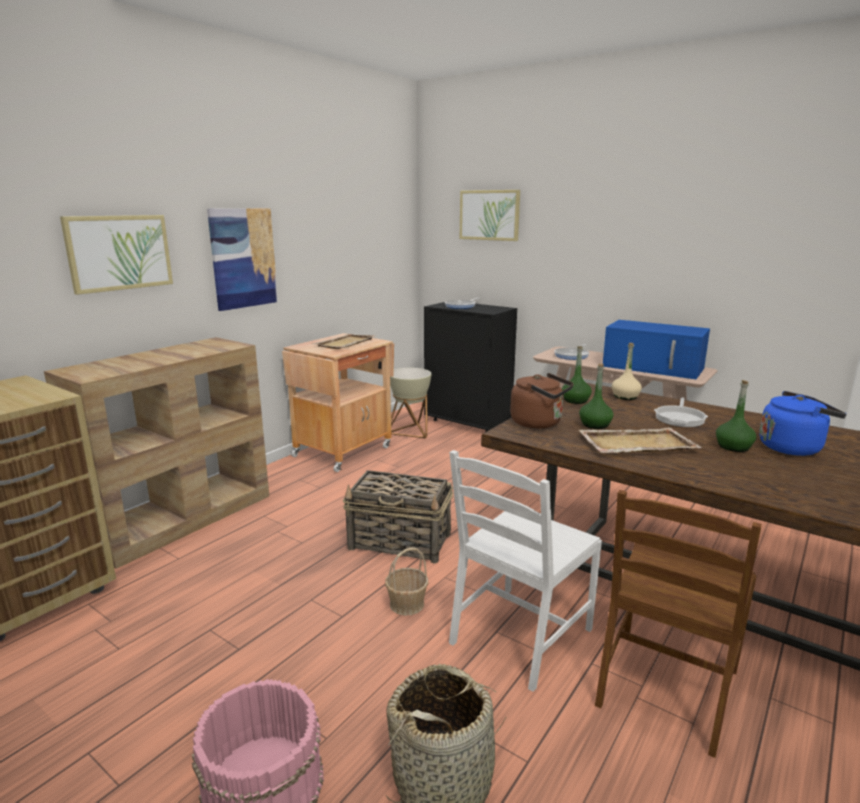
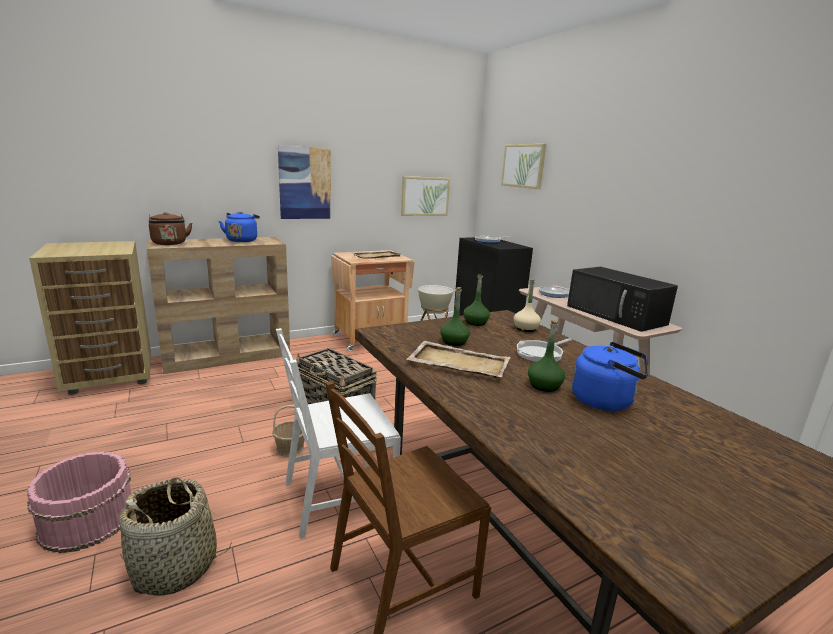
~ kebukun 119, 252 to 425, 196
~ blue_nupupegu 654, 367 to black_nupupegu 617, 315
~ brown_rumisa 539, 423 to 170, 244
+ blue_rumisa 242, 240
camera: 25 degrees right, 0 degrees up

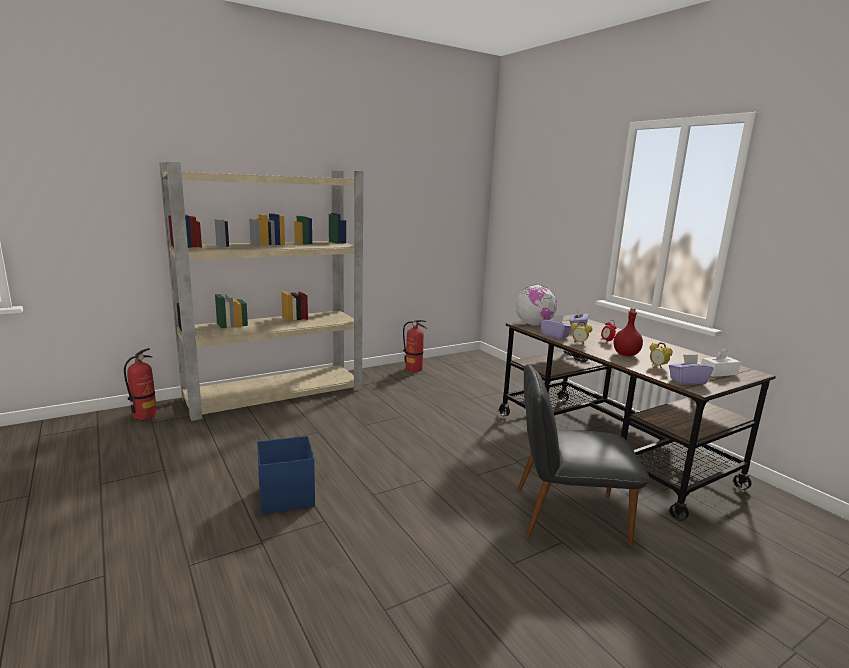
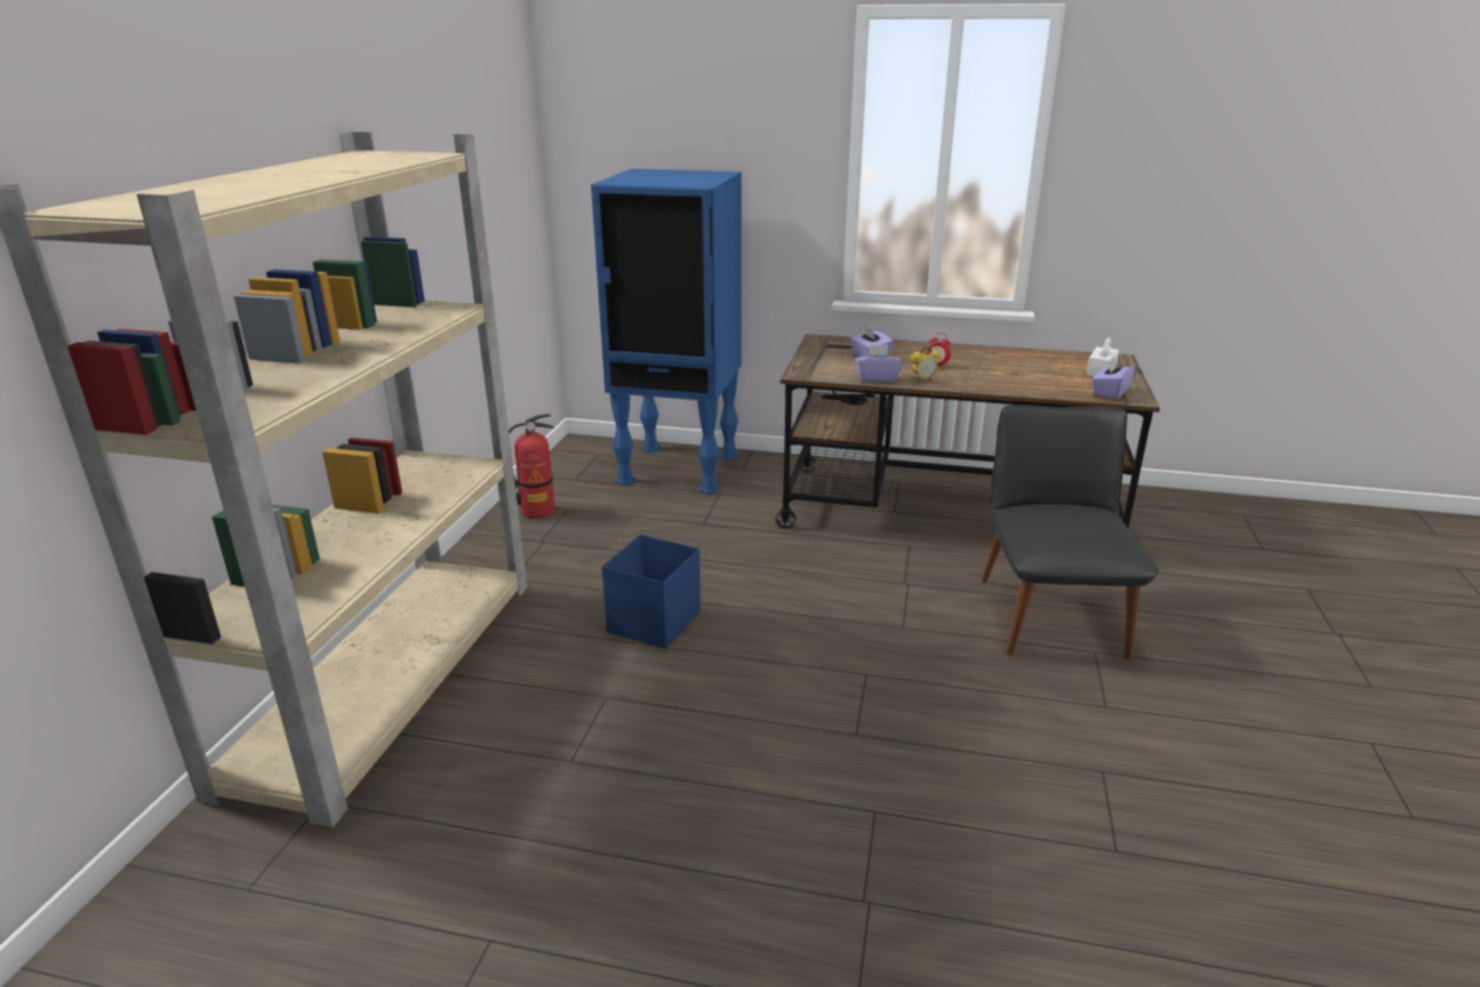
- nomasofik 534, 325
- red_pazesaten 625, 354
- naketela 658, 366
- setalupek 144, 416
~ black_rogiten 570, 514 = 1051, 616 135 degrees clockwise
~ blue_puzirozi 285, 497 to 653, 623
+ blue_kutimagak 679, 469
camera: 45 degrees left, 10 degrees up

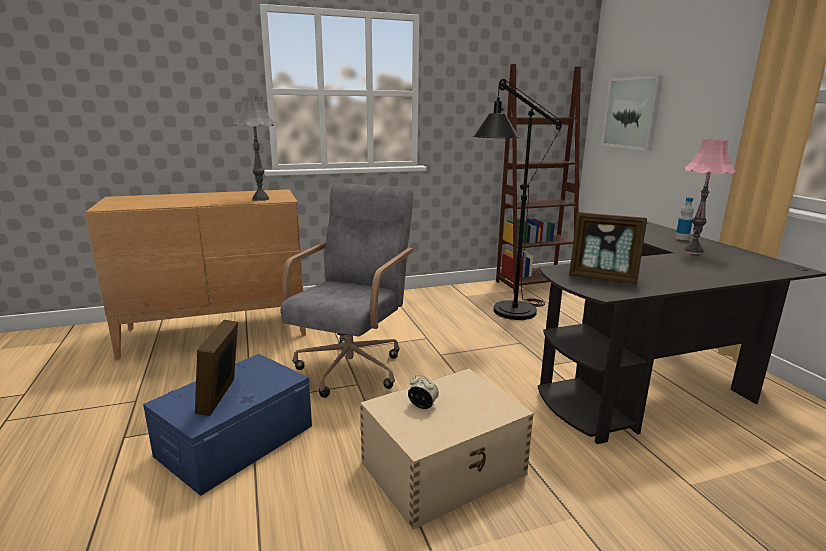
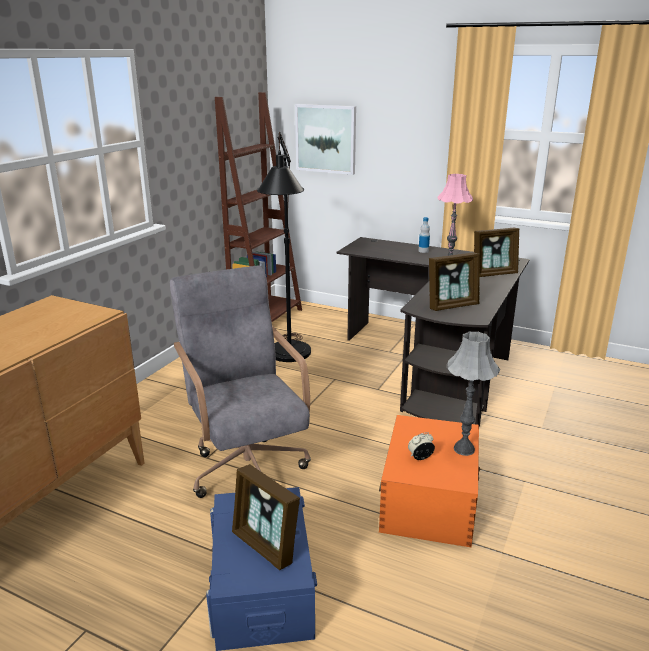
~ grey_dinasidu 260, 199 to 463, 449
~ beige_puzirozi 445, 468 to orange_puzirozi 430, 499
+ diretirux 494, 274
camera: 45 degrees left, 5 degrees up

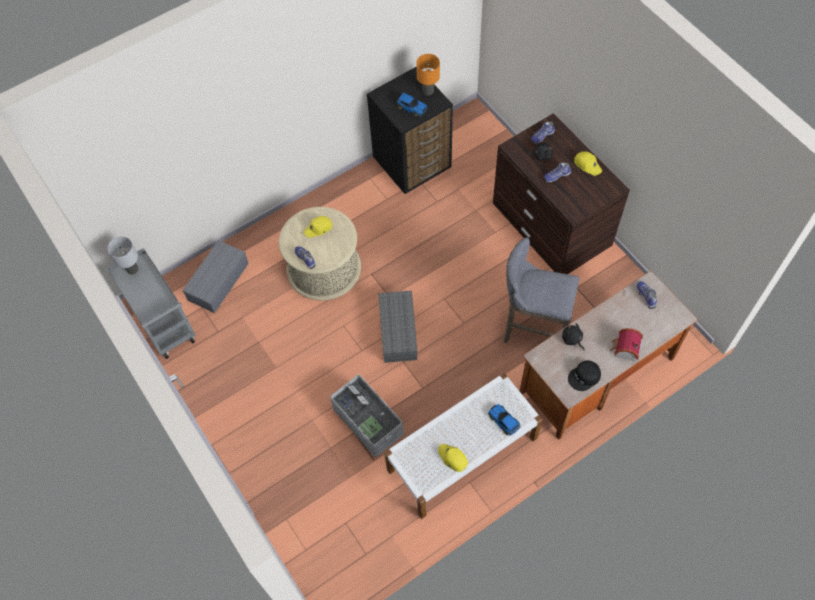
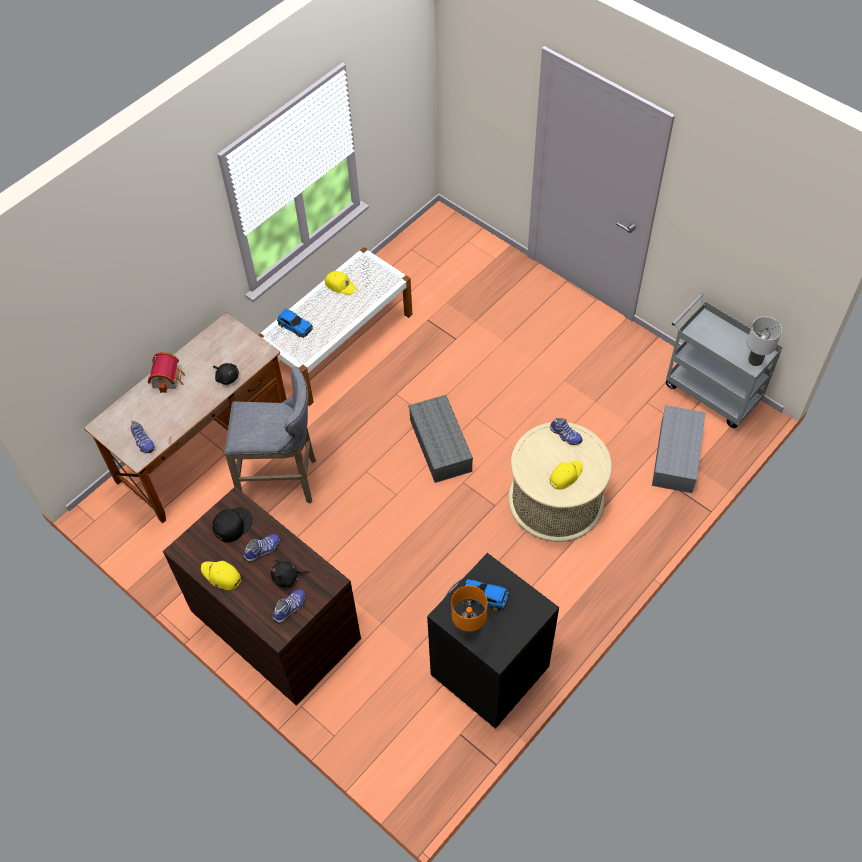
~ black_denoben 584, 377 to 232, 525
- grey_puzirozi 367, 421
camera: 165 degrees right, 5 degrees down

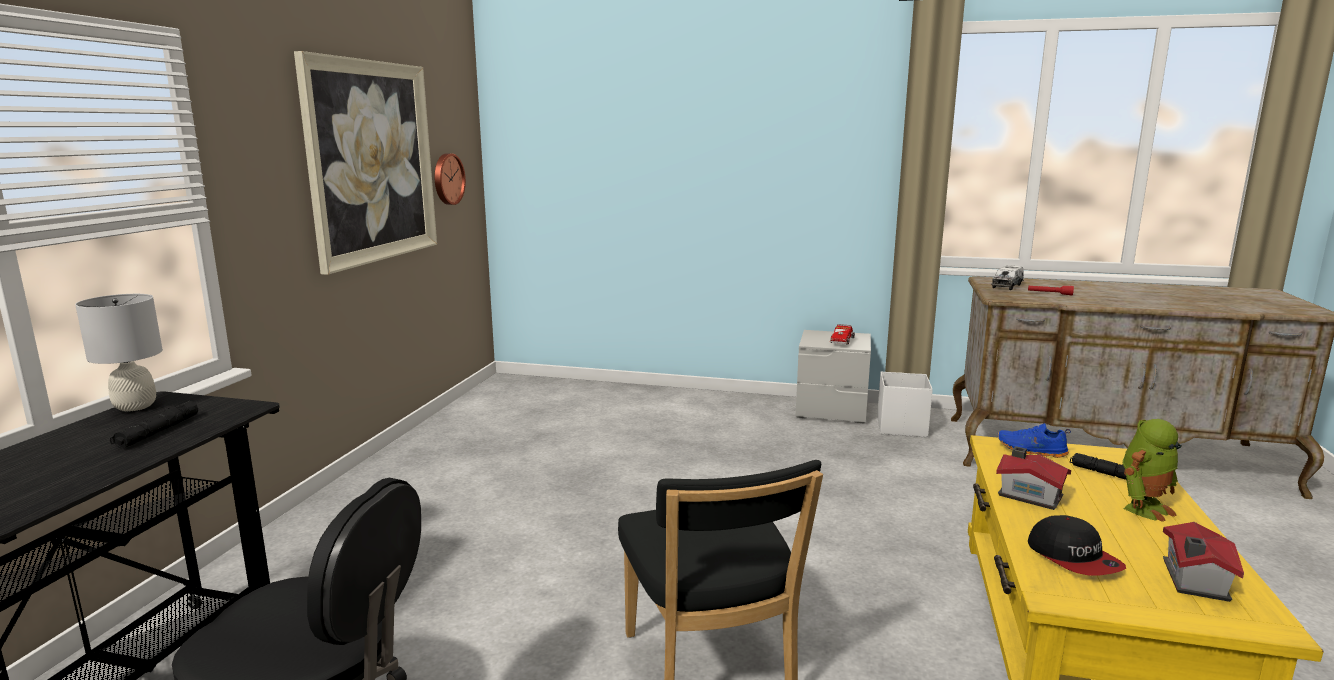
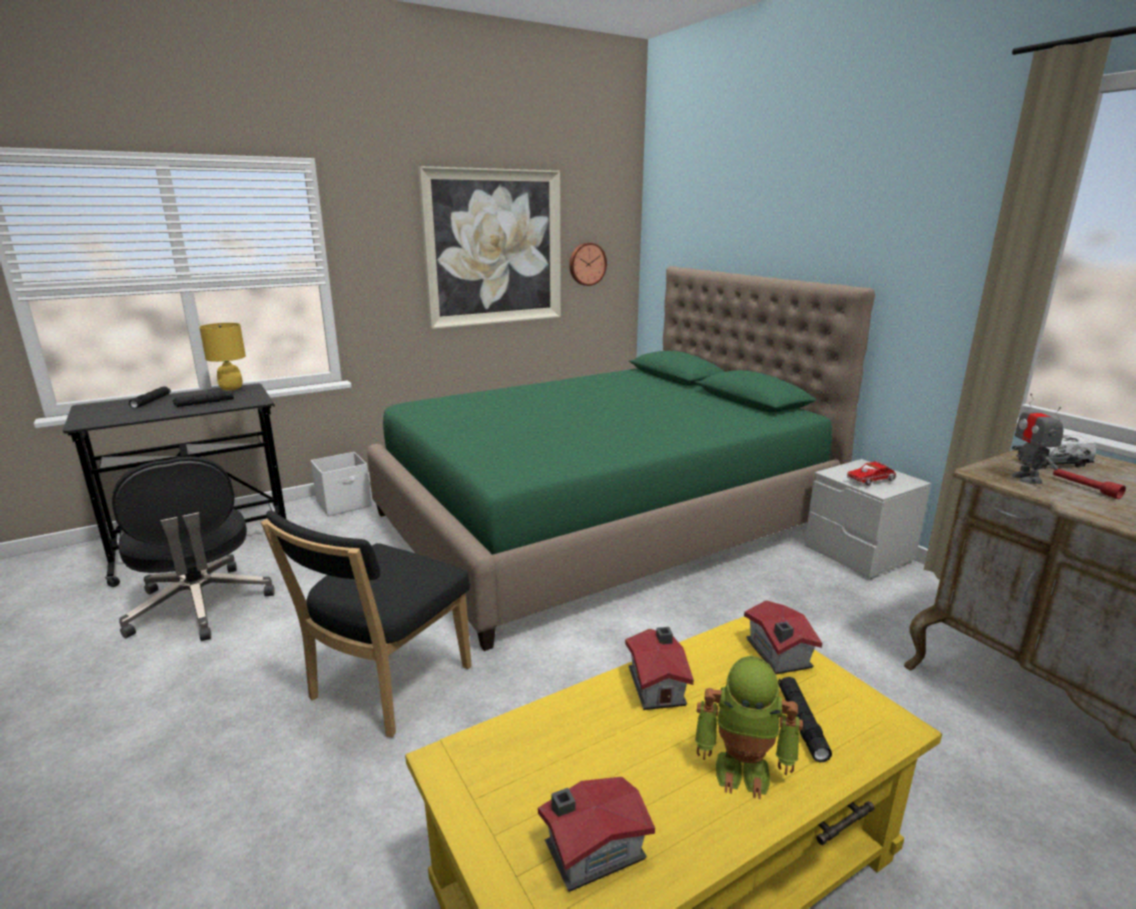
~ grey_dinasidu 135, 408 to yellow_dinasidu 230, 389
~ white_puzirozi 902, 427 to 345, 504
~ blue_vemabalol 1031, 451 to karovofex 777, 654
- denoben 1074, 557
+ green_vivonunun 603, 520
+ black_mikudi 151, 401
+ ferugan 1026, 479
camera: 45 degrees right, 5 degrees up

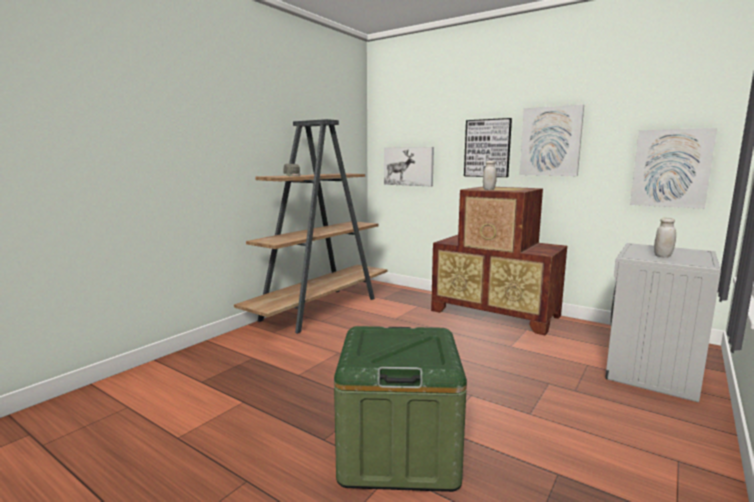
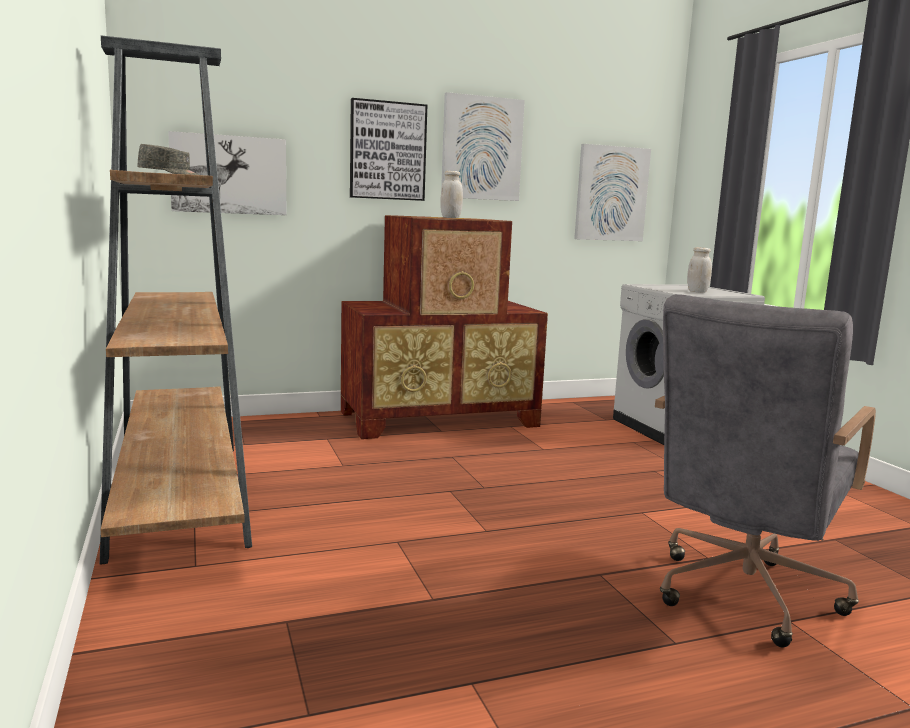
~ green_puzirozi 398, 450 to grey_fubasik 742, 600
camera: 55 degrees left, 0 degrees up

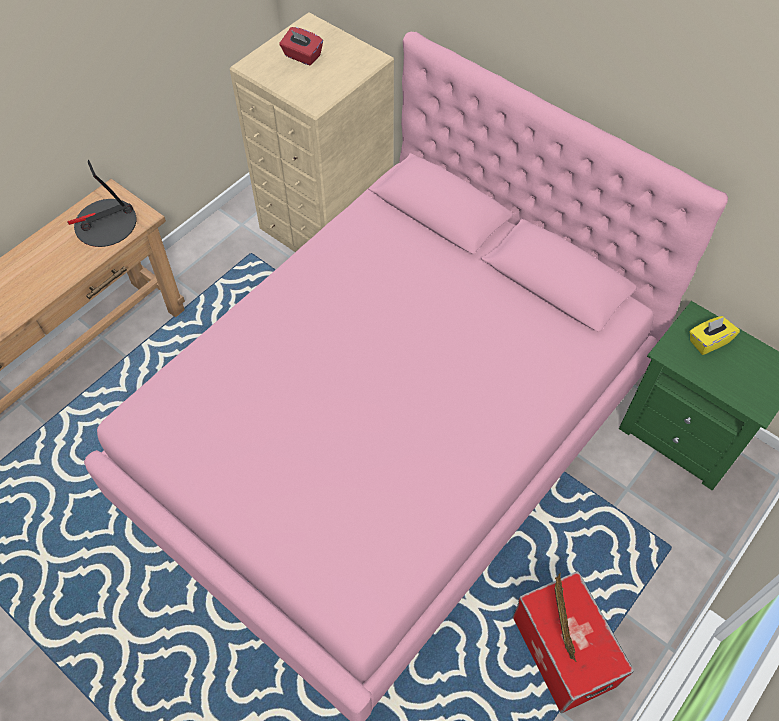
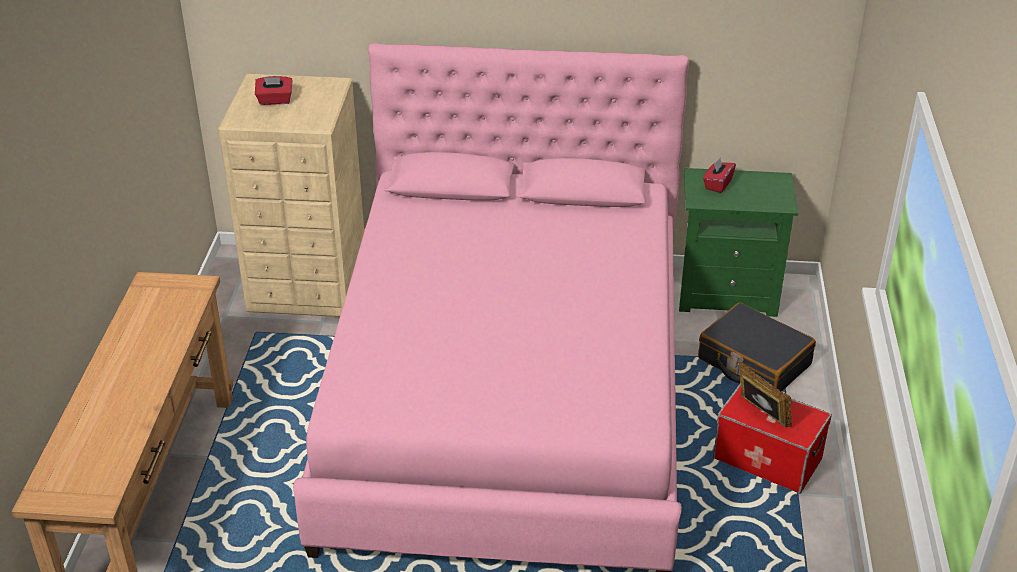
- dinasidu 106, 224
~ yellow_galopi 708, 341 to red_galopi 717, 184
+ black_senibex 753, 362
camera: 35 degrees left, 20 degrees down

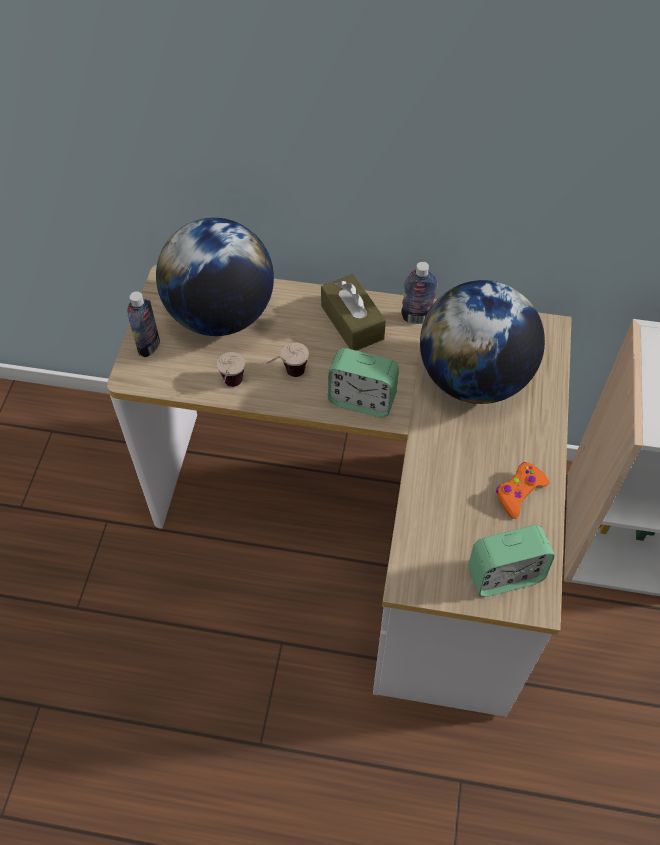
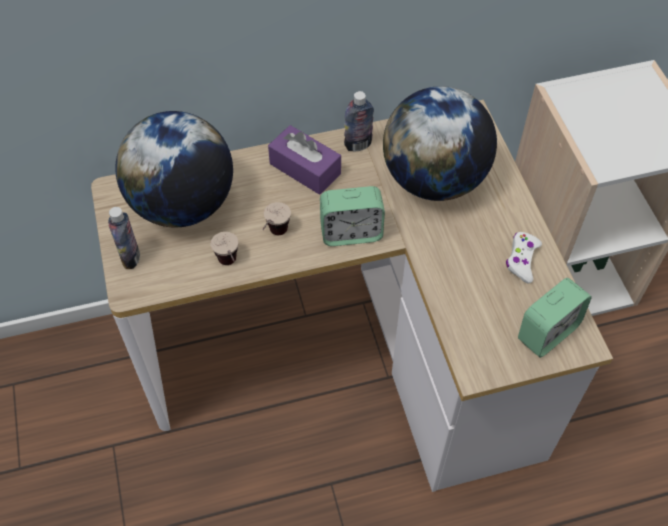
~ brown_galopi 352, 322 to purple_galopi 305, 168
~ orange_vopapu 519, 492 to white_vopapu 522, 260
camera: 25 degrees left, 0 degrees up

